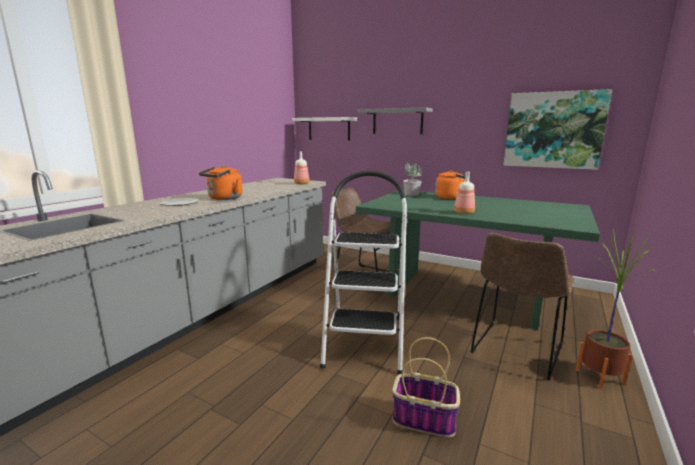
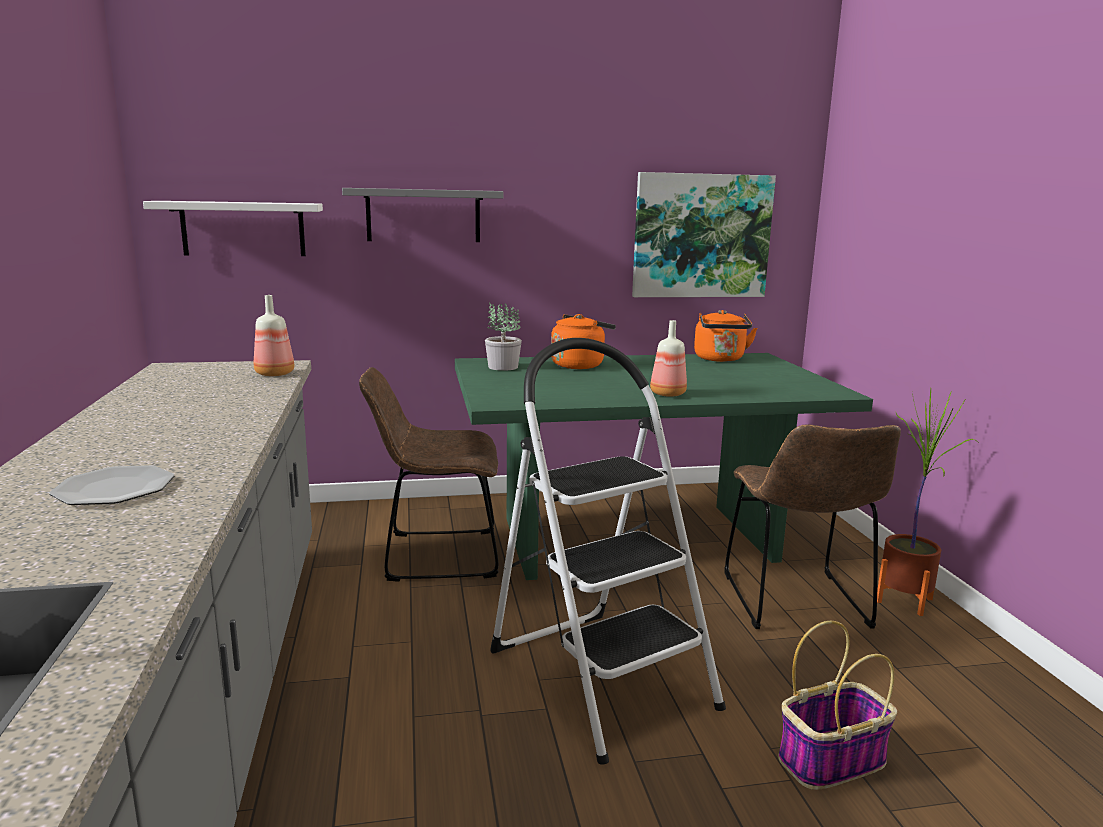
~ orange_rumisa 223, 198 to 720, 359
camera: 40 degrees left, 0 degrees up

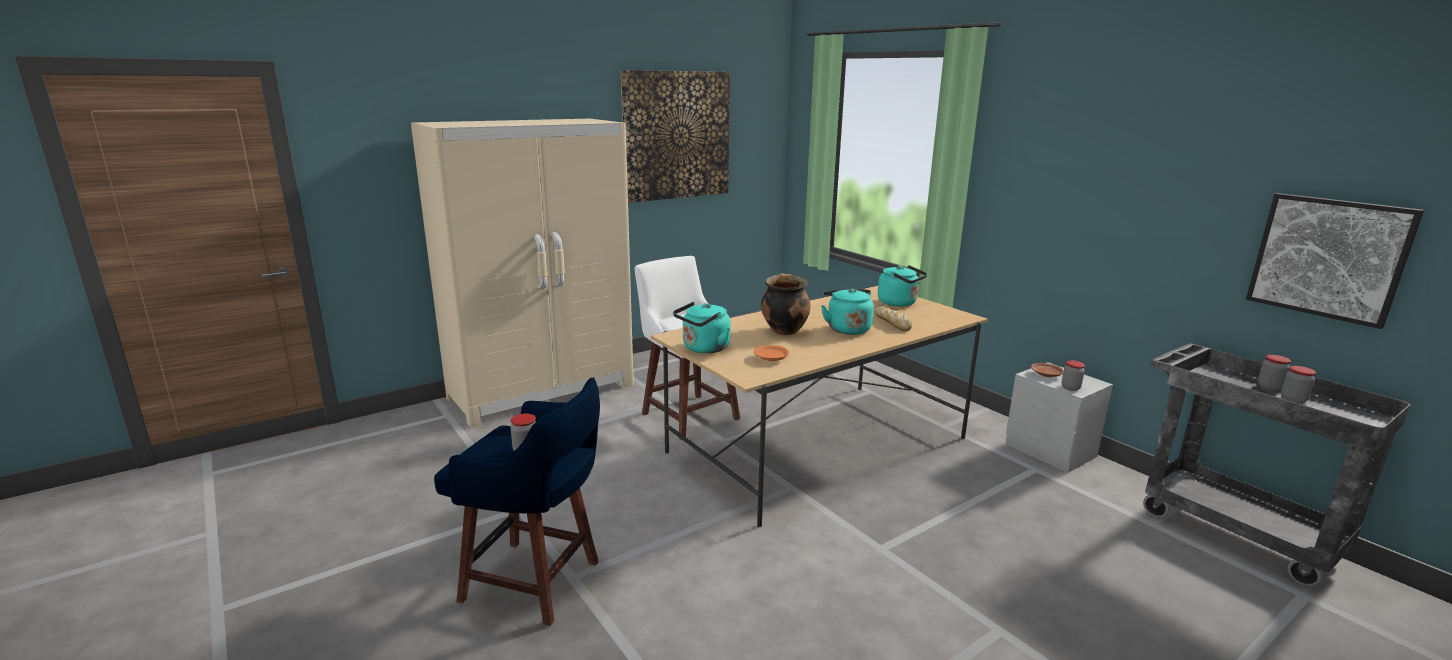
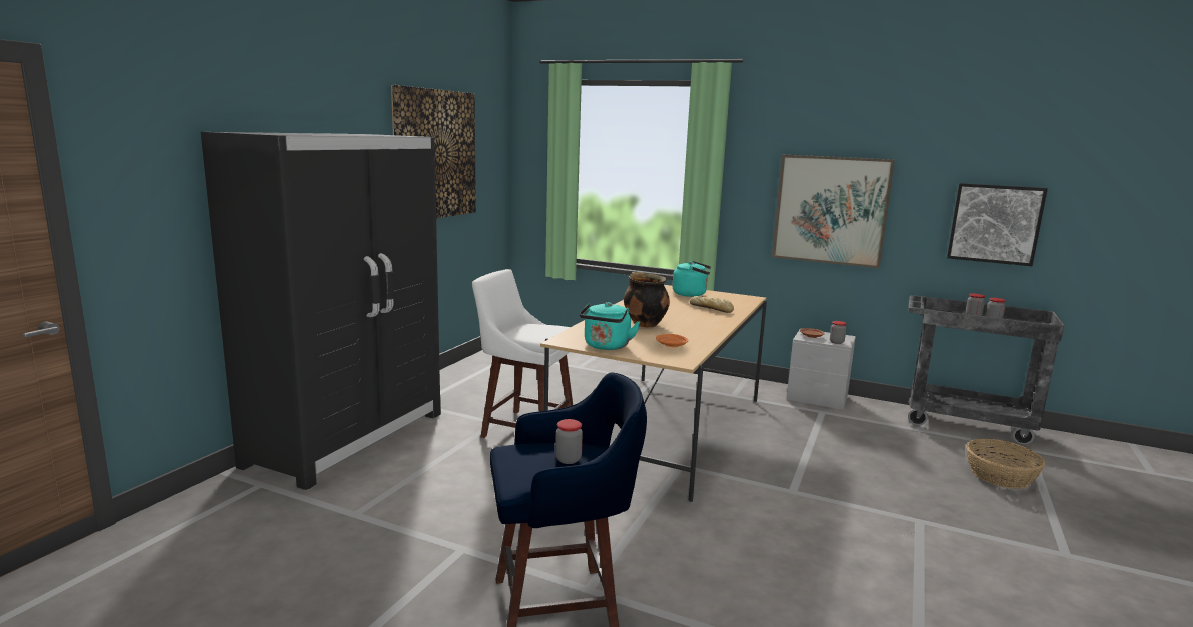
~ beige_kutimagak 544, 391 to black_kutimagak 351, 438
- turquoise_rumisa 847, 328
+ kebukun 830, 210
+ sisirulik 1001, 476
camera: 30 degrees left, 5 degrees down

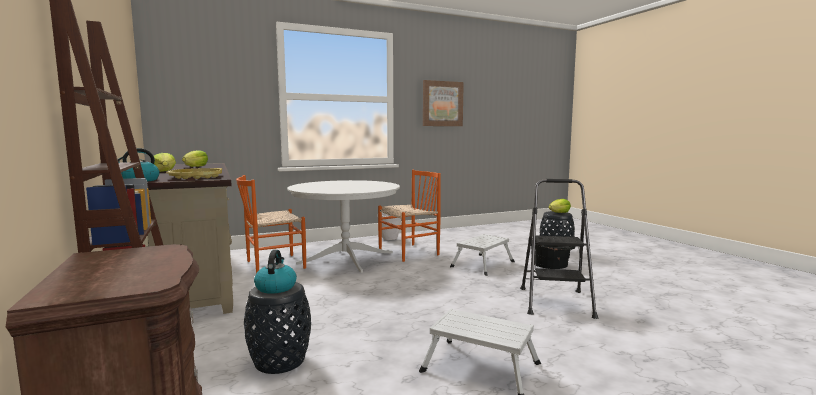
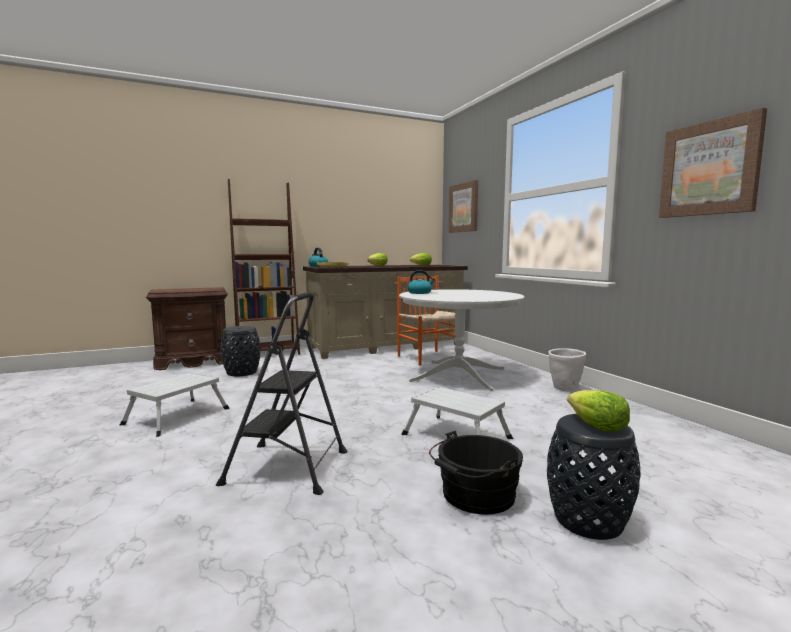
- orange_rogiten 411, 252
~ rumisa 276, 287 to 420, 293
+ kebukun 464, 207
camera: 90 degrees right, 0 degrees up

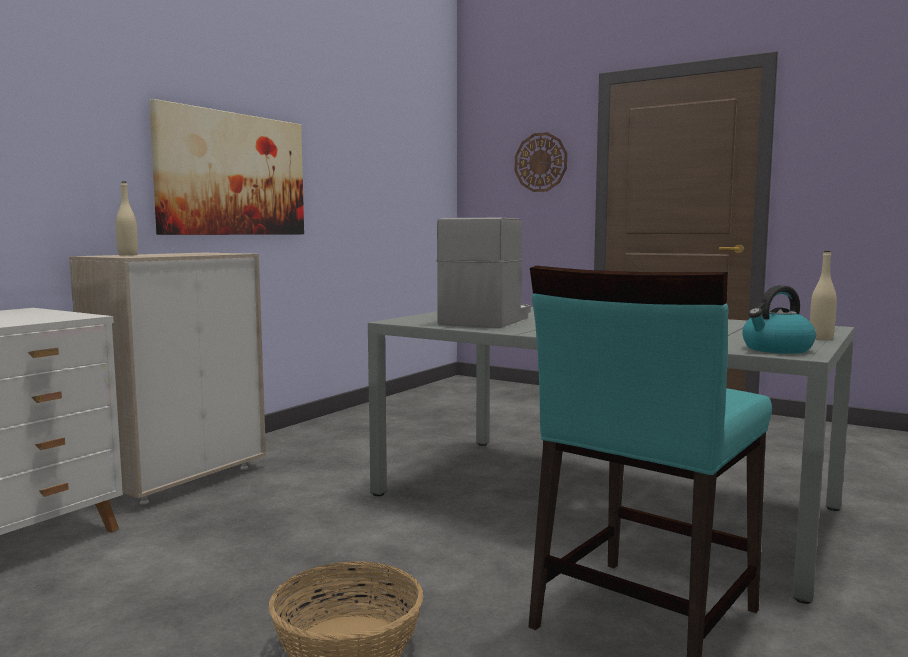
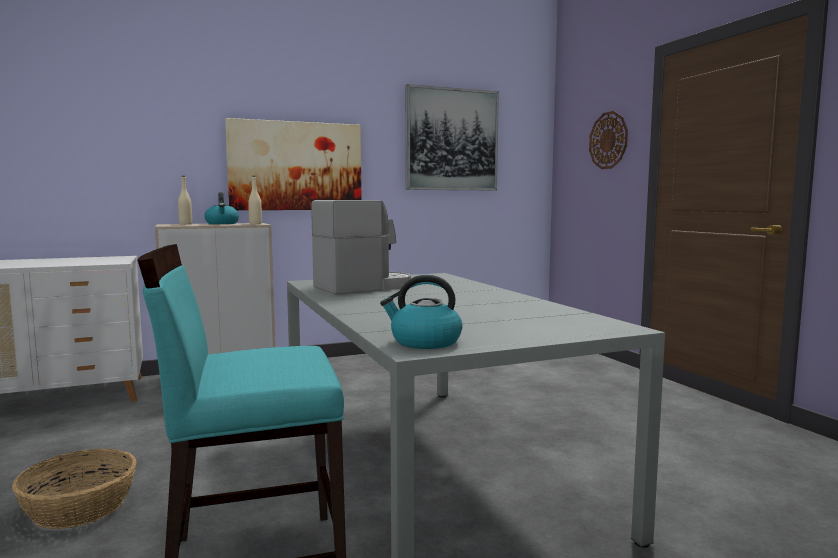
~ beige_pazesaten 821, 338 to 255, 224
+ kebukun 452, 140
+ rumisa 222, 223
camera: 35 degrees right, 0 degrees up

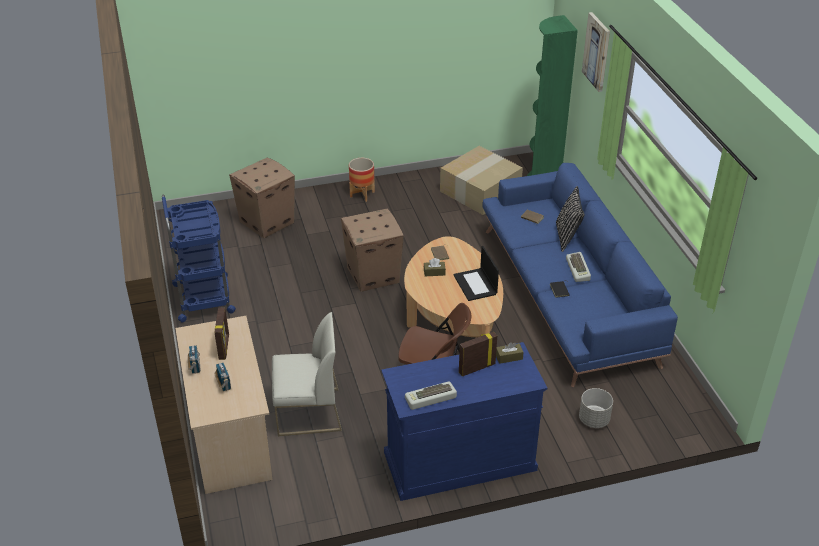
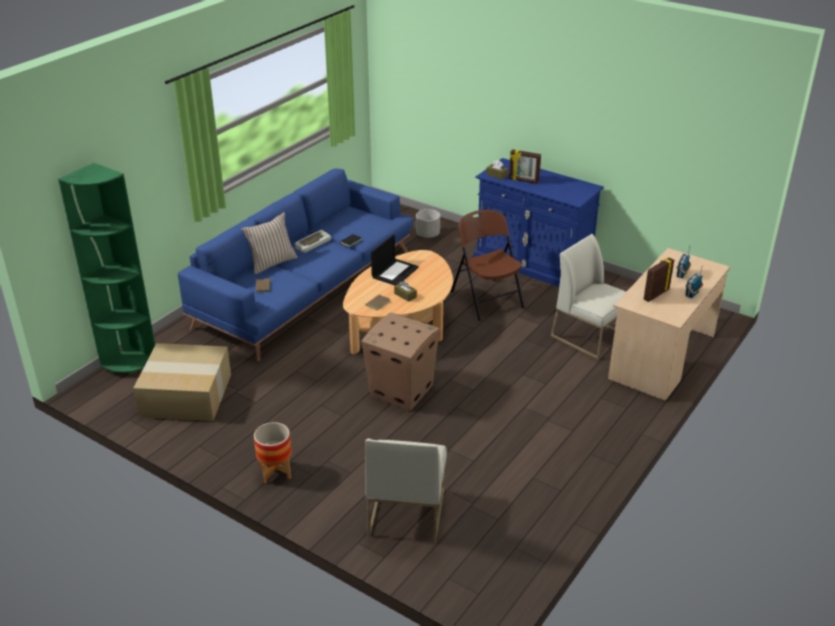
- kebukun 597, 52
~ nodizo 267, 222 to white_rogiten 406, 512
~ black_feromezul 567, 236 to beige_feromezul 271, 263
- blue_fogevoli 204, 298
- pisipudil 430, 399
camera: 130 degrees left, 5 degrees down

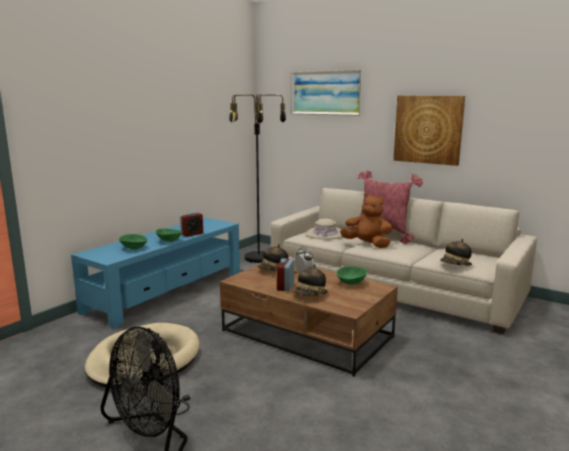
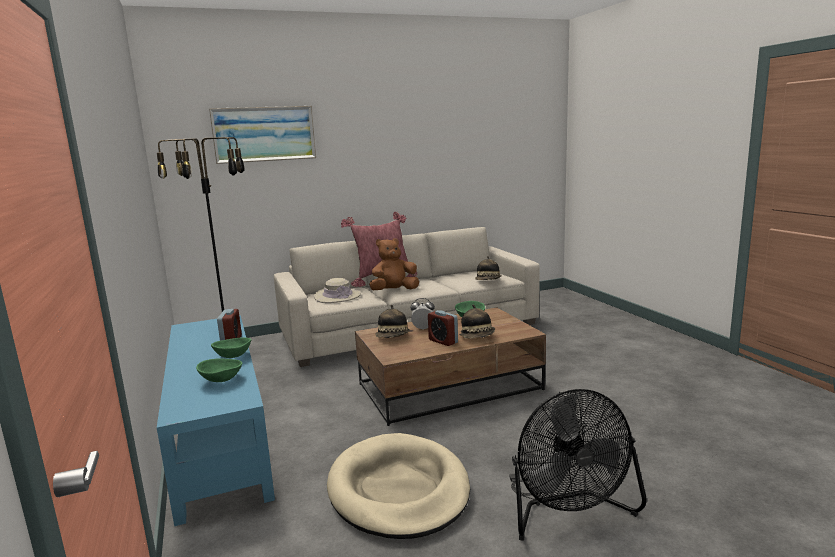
- kebukun 428, 129
camera: 55 degrees left, 0 degrees up

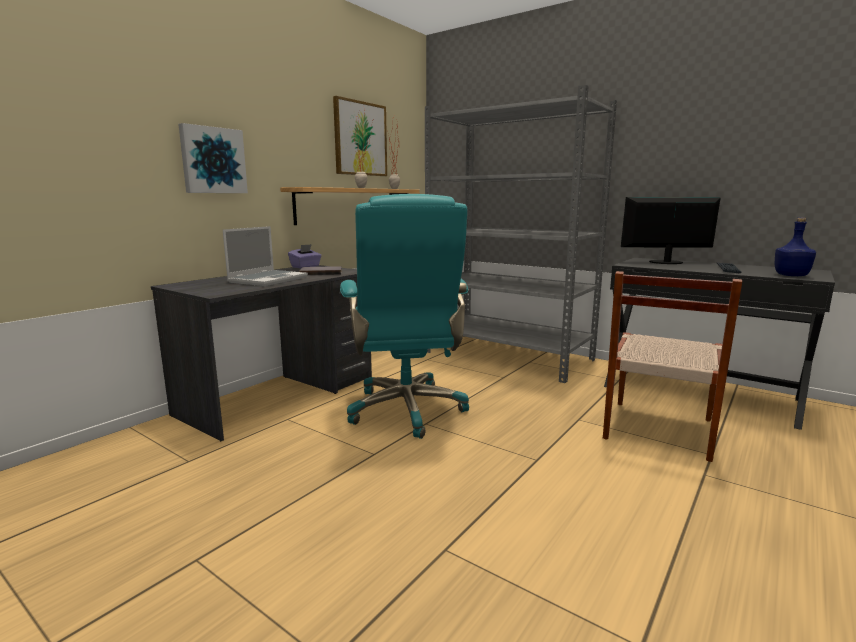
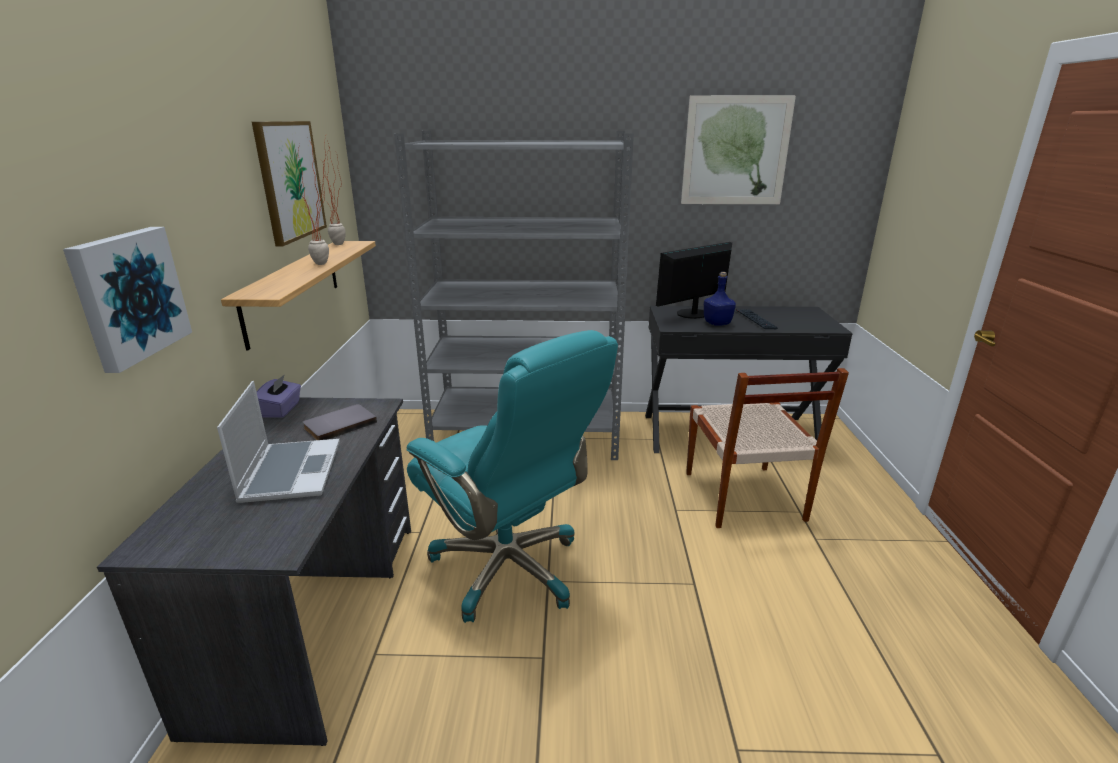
~ blue_pazesaten 791, 275 to 717, 323
+ kebukun 735, 151
camera: 35 degrees left, 10 degrees up

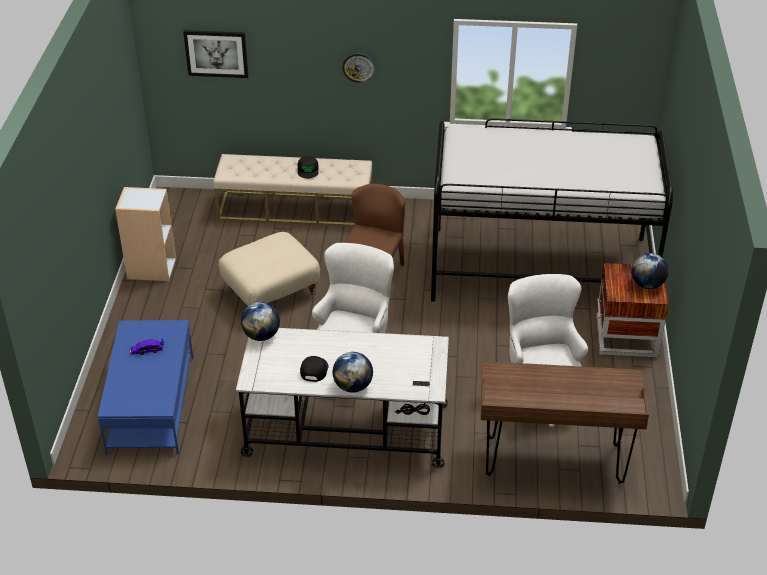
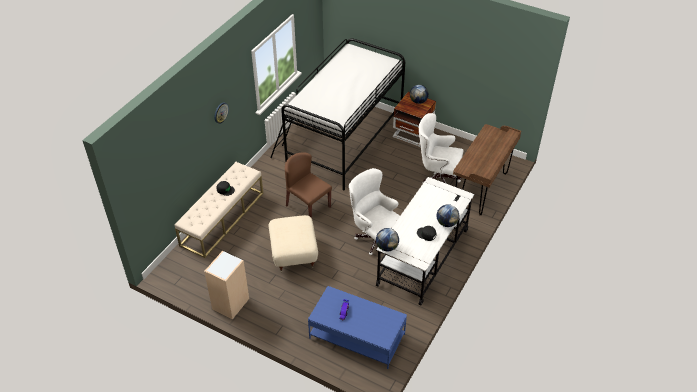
- kebukun 216, 53
camera: 65 degrees left, 5 degrees up

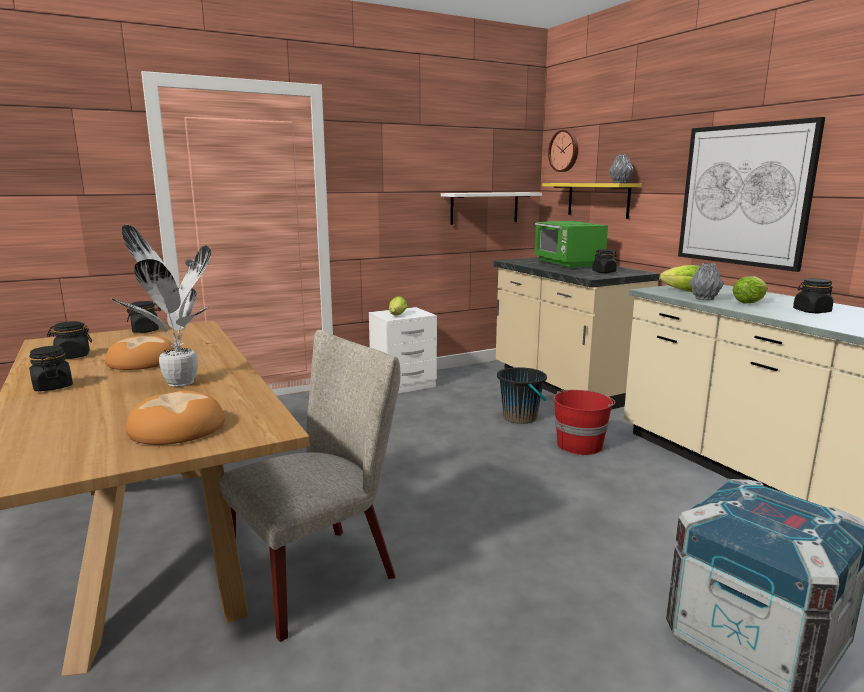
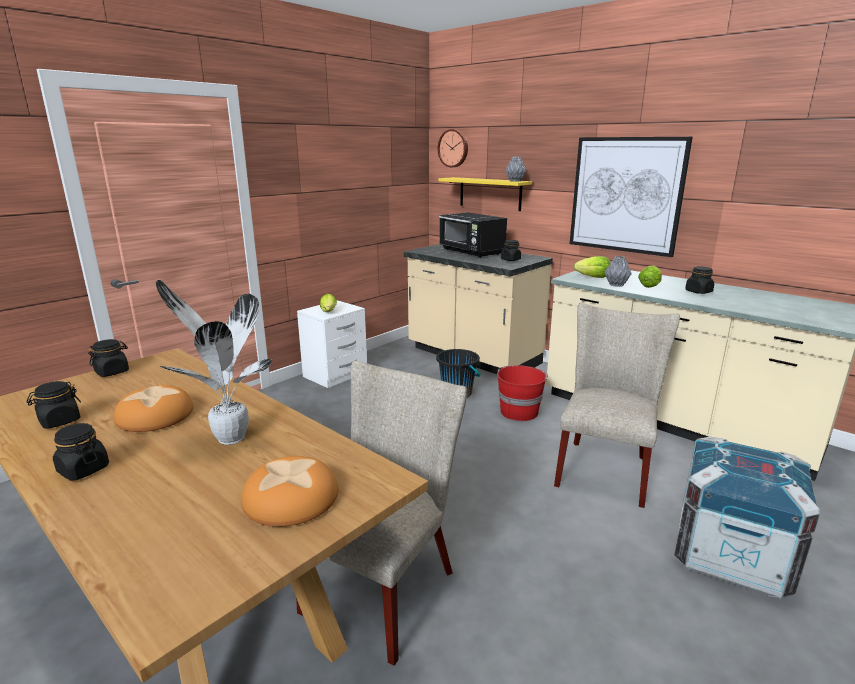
- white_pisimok 484, 208
~ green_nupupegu 567, 264 to black_nupupegu 471, 252
+ beige_rogiten 604, 467
camera: 20 degrees left, 5 degrees up

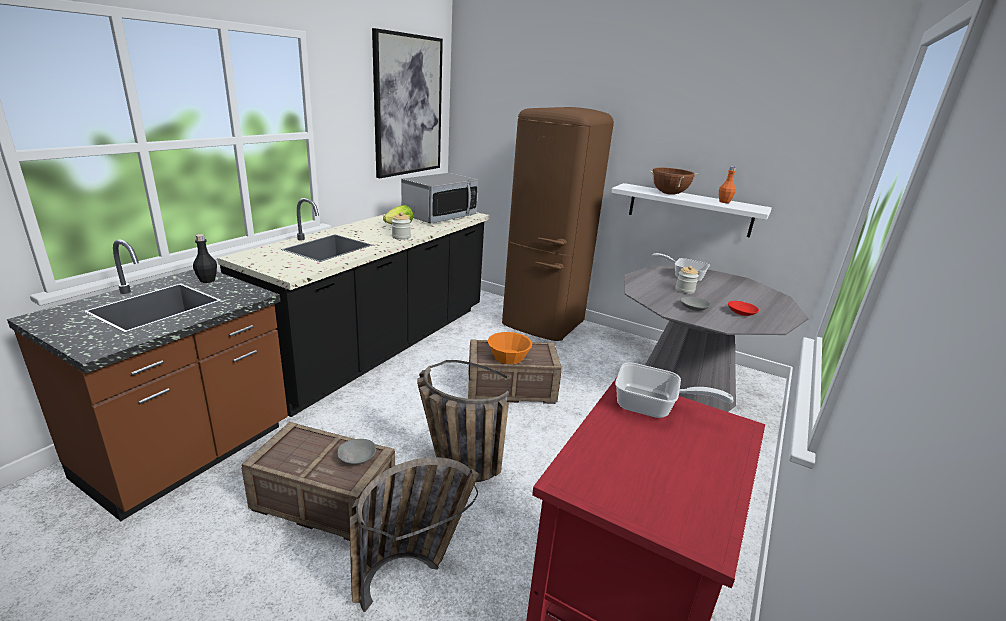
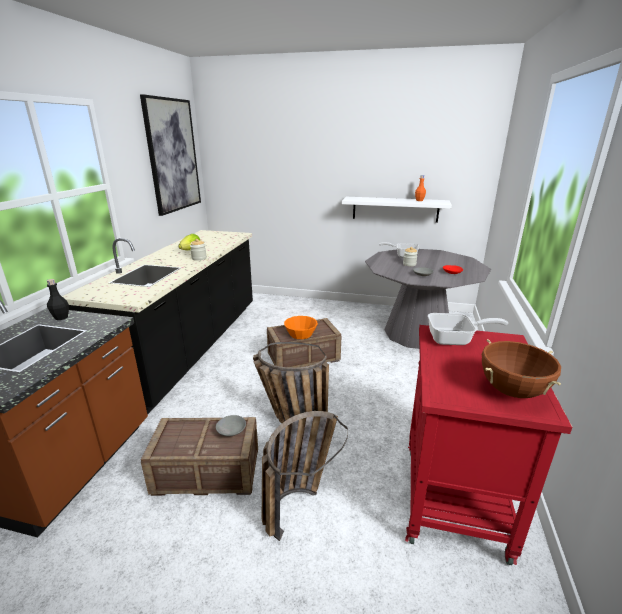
- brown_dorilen 542, 324
~ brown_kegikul 669, 194 to 512, 391
- nupupegu 439, 216
camera: 15 degrees left, 0 degrees up

